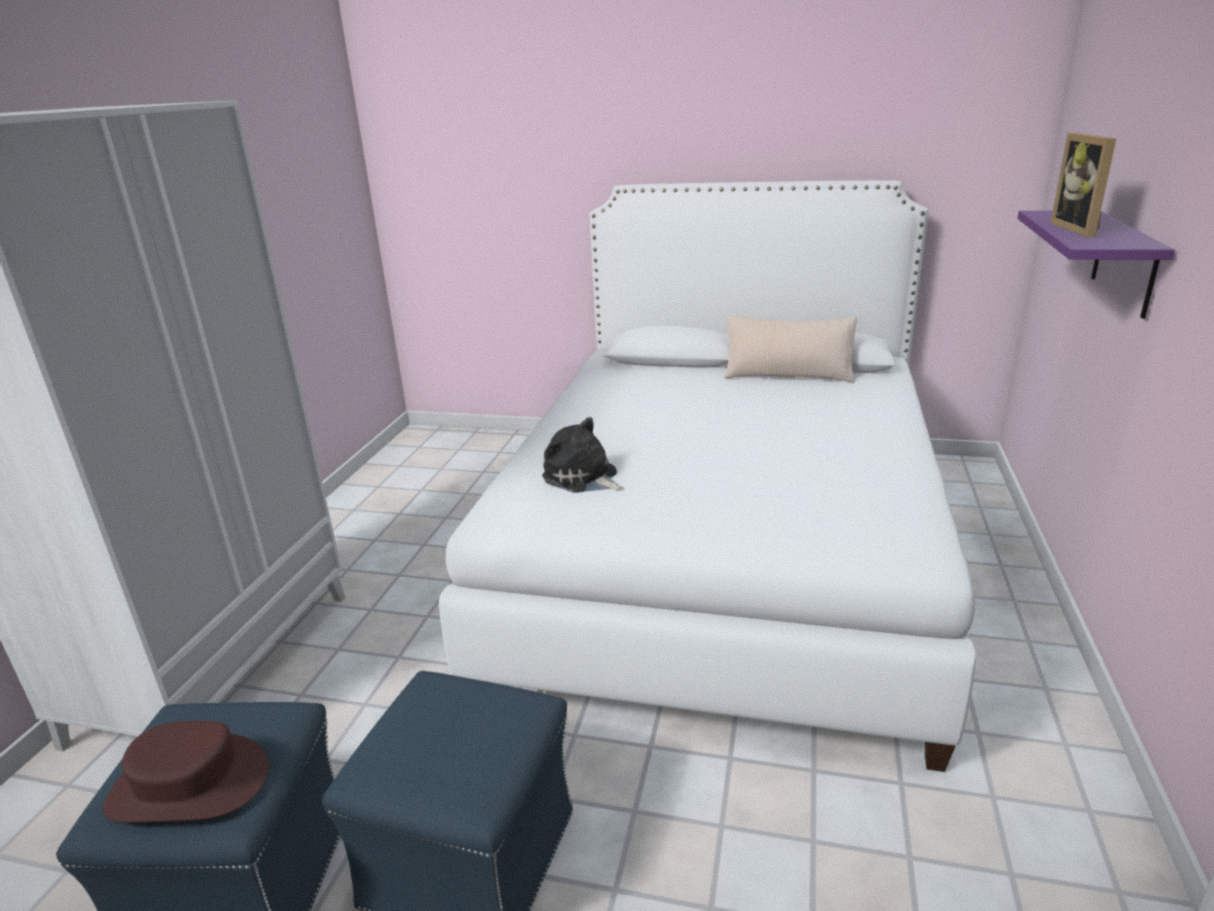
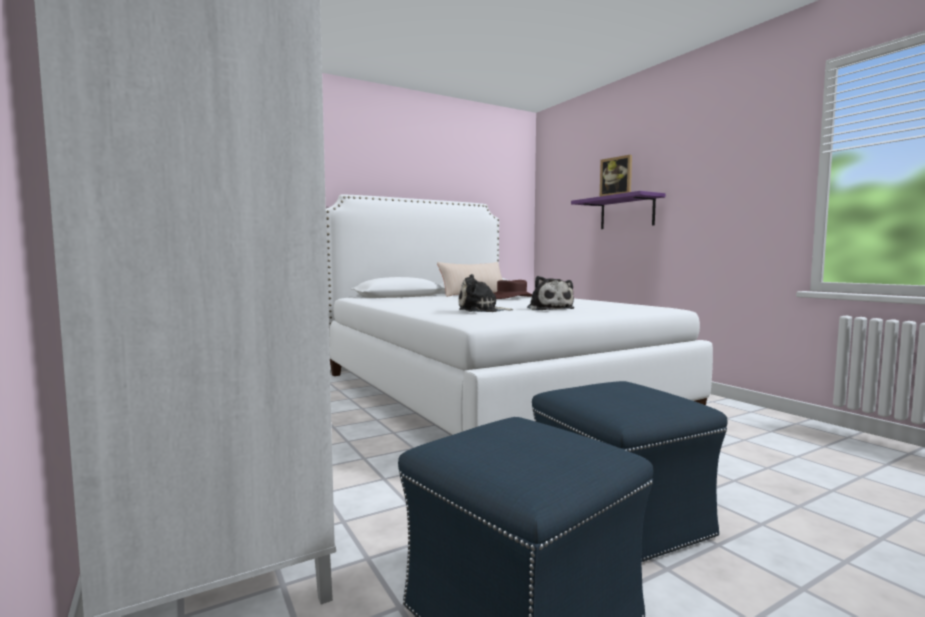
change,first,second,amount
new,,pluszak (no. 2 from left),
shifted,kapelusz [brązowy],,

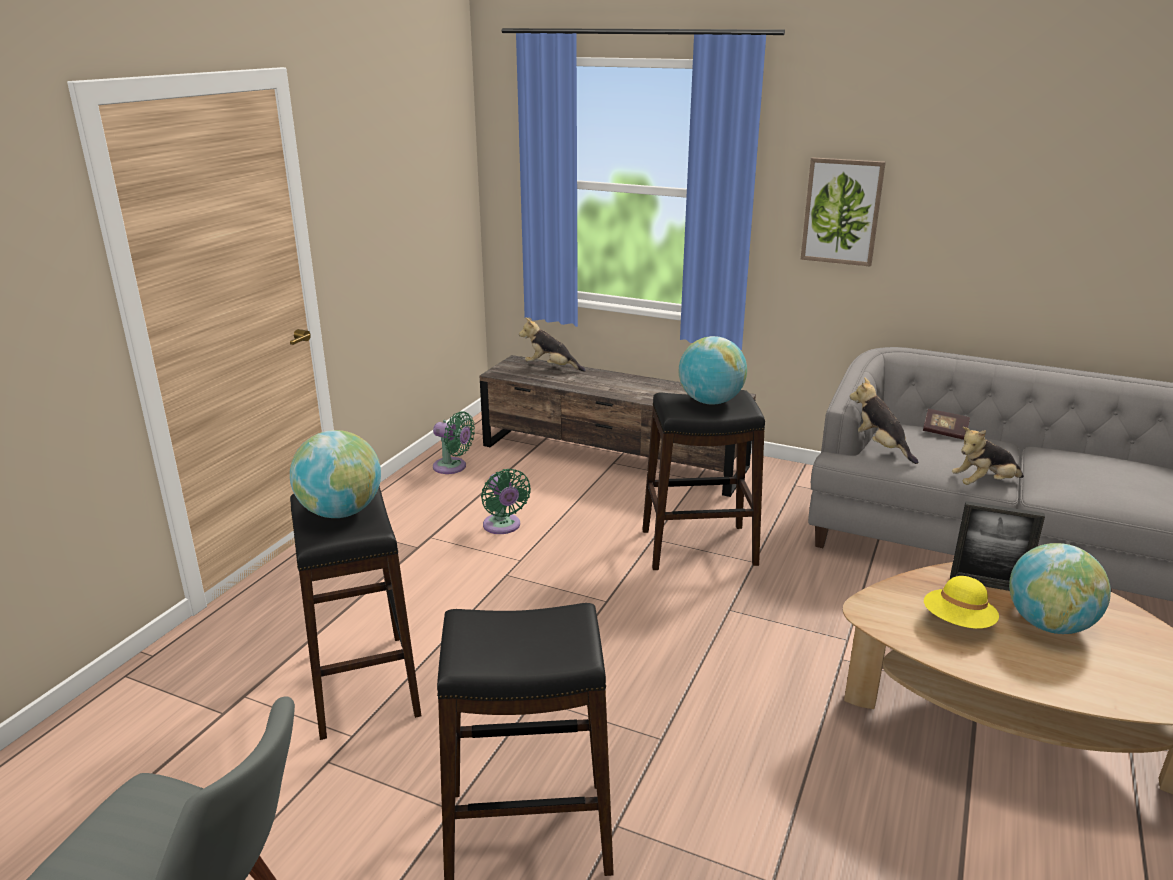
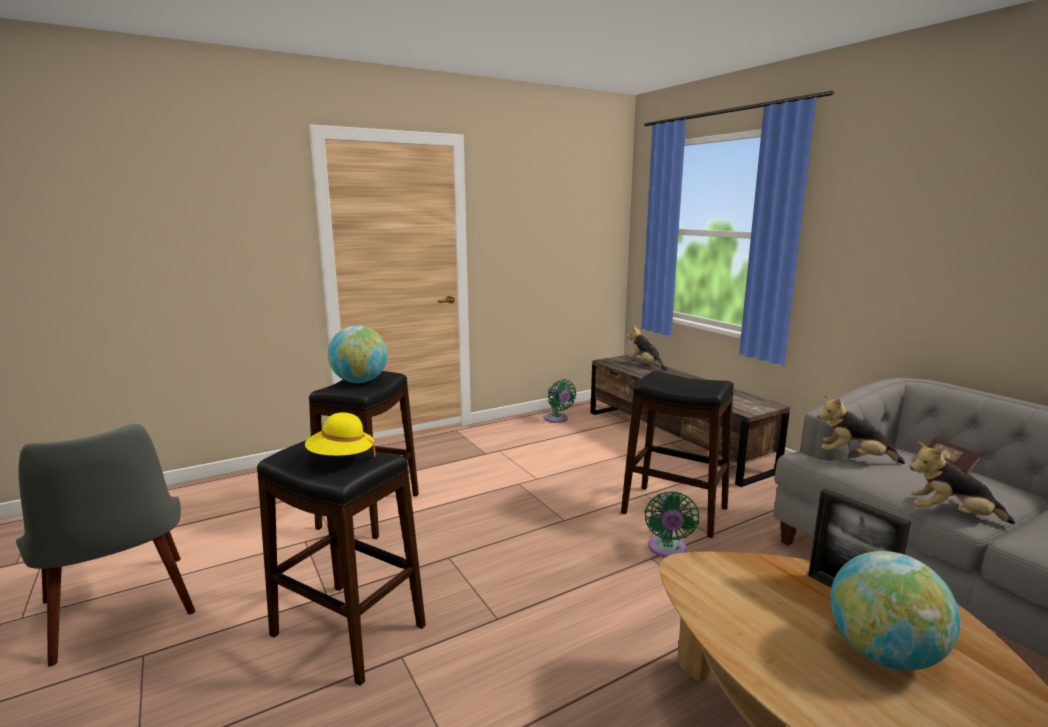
change,first,second,amount
gone,globus (no. 2 from left),,
gone,obraz,,
shifted,wentylator [zielony] (no. 2 from left),,
shifted,kapelusz [żółty],,
rotated,pluszak (no. 2 from left),,75 degrees counterclockwise

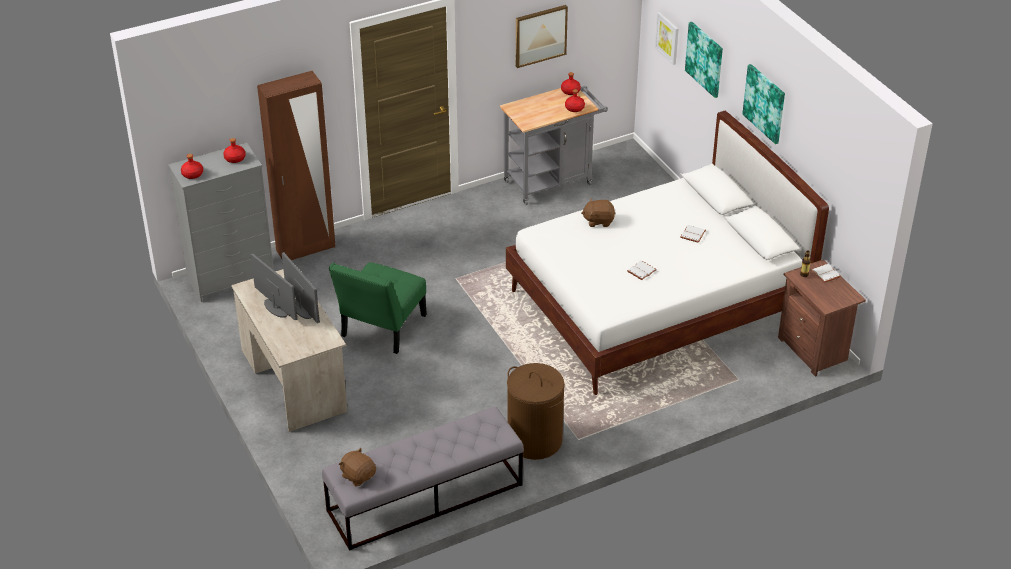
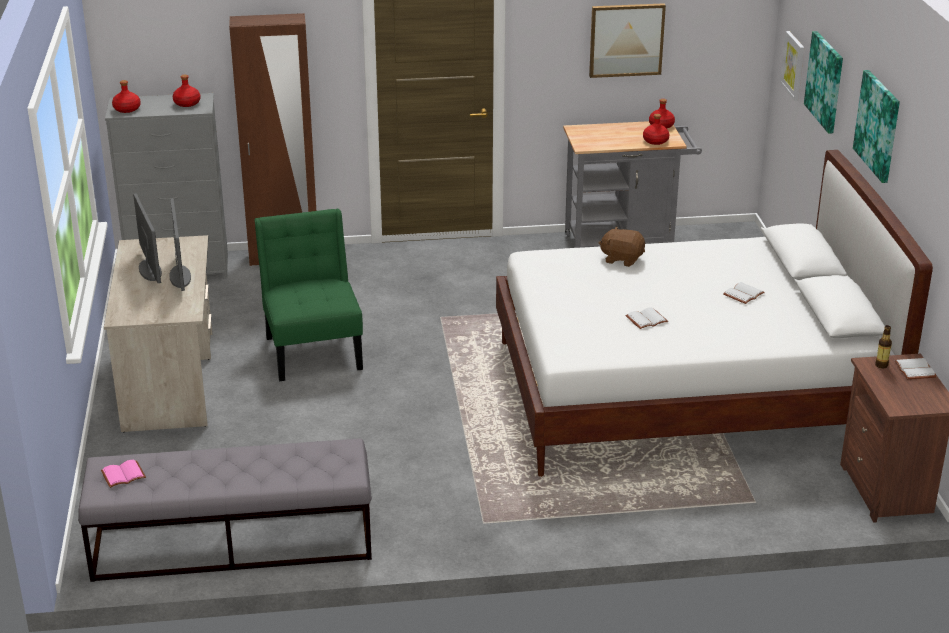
change,first,second,amount
gone,kosz na pranie [brązowy],,
swapped,pluszak [brązowy] (no. 1 from left),książka [różowy],
rotated,krzesło [zielony],,120 degrees clockwise

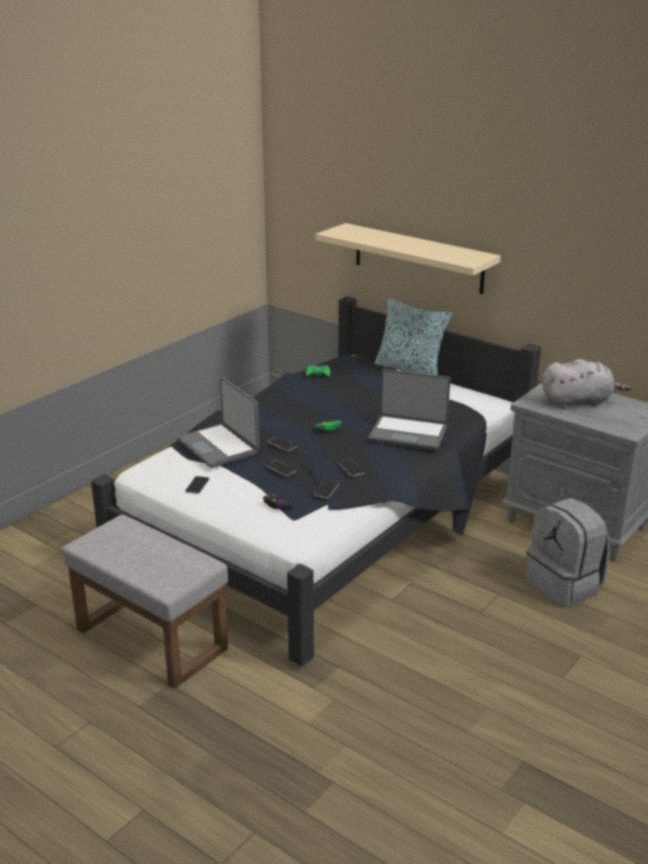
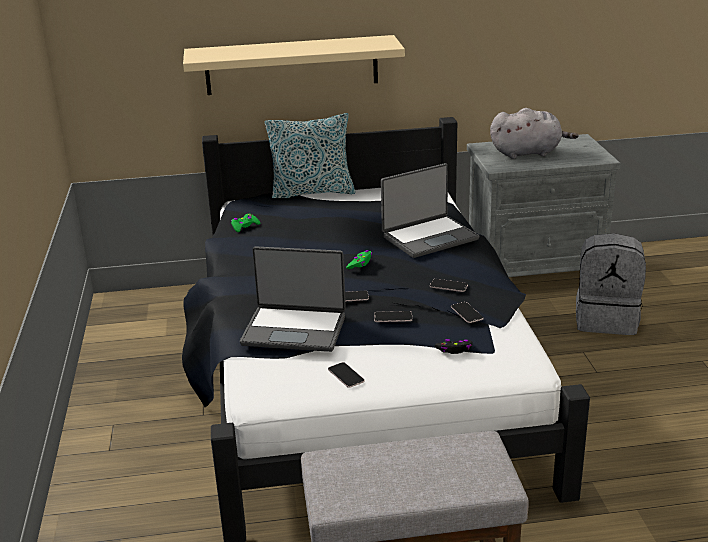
change,first,second,amount
rotated,pluszak [szary],,45 degrees clockwise

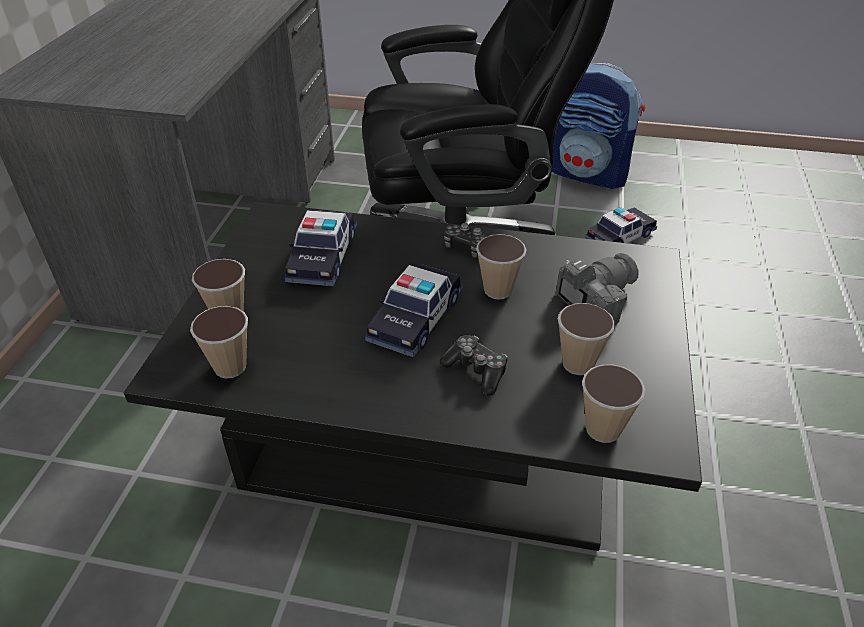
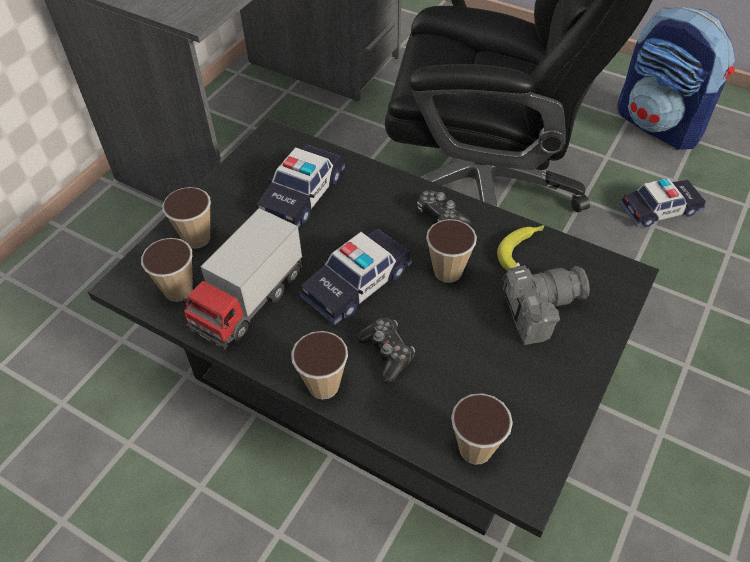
change,first,second,amount
new,,ciężarówka zabawkowa,
new,,banan,
shifted,filiżanka (no. 4 from left in the first image),filiżanka (no. 3 from left),

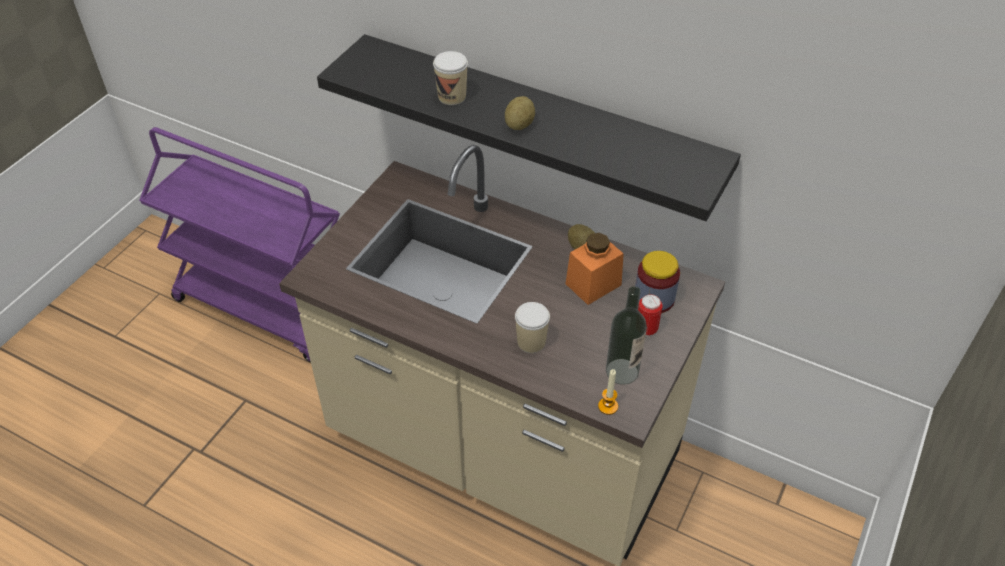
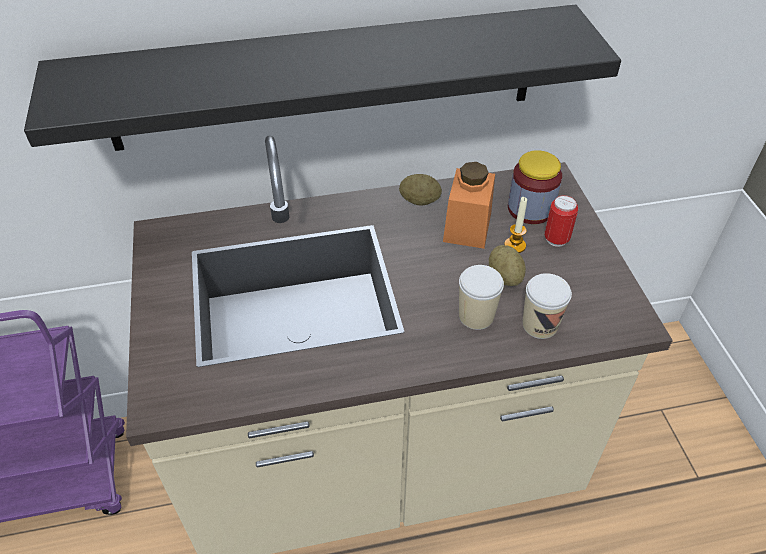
change,first,second,amount
gone,butelka,,
shifted,filiżanka (no. 1 from left in the first image),filiżanka (no. 2 from left),
shifted,ziemniak (no. 1 from left in the first image),ziemniak (no. 2 from left),
shifted,świeca,,

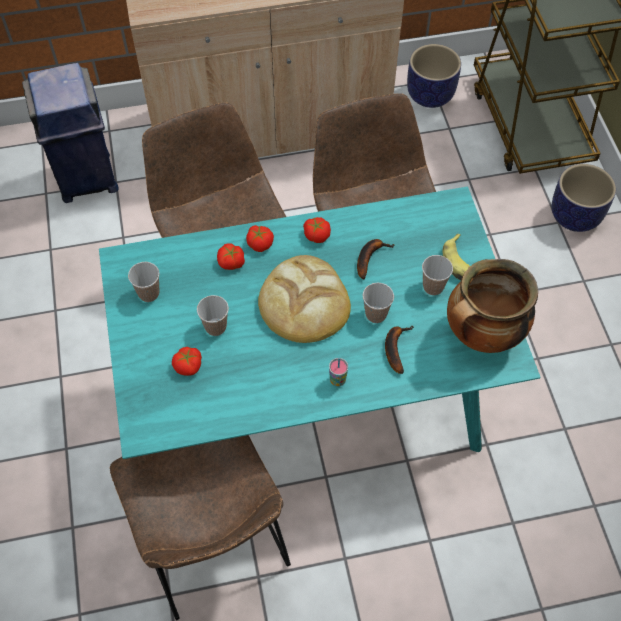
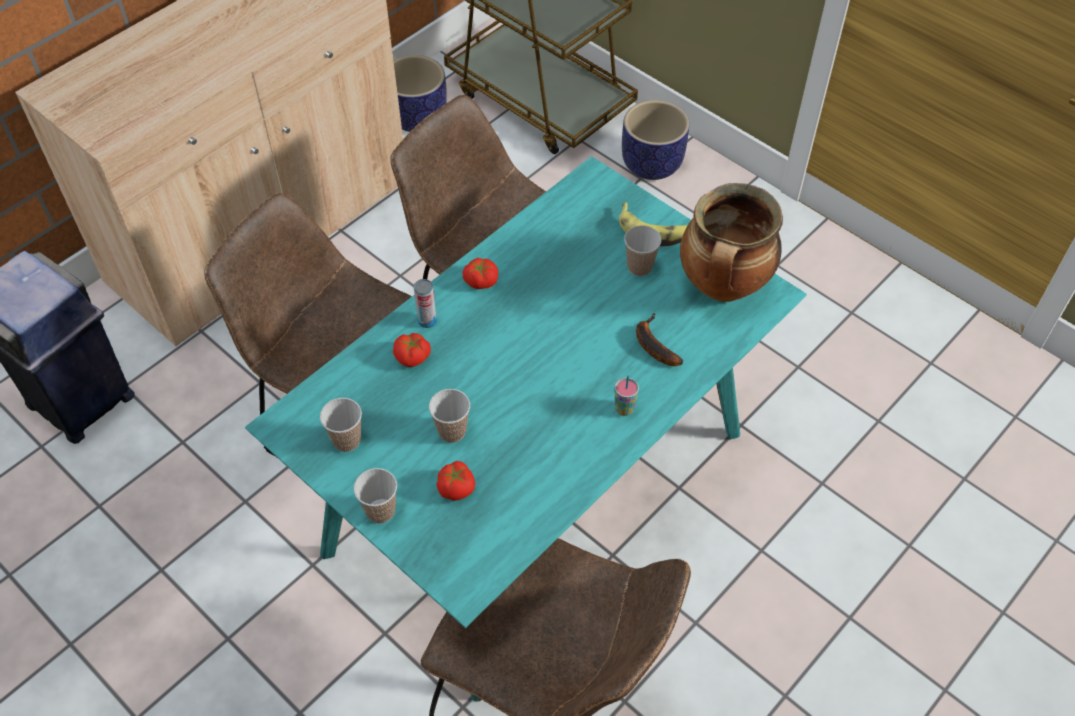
change,first,second,amount
gone,chleb,,
gone,banan (no. 1 from left),,
shifted,filiżanka (no. 4 from left in the first image),filiżanka (no. 2 from left),
swapped,pomidor (no. 3 from left),puszka,

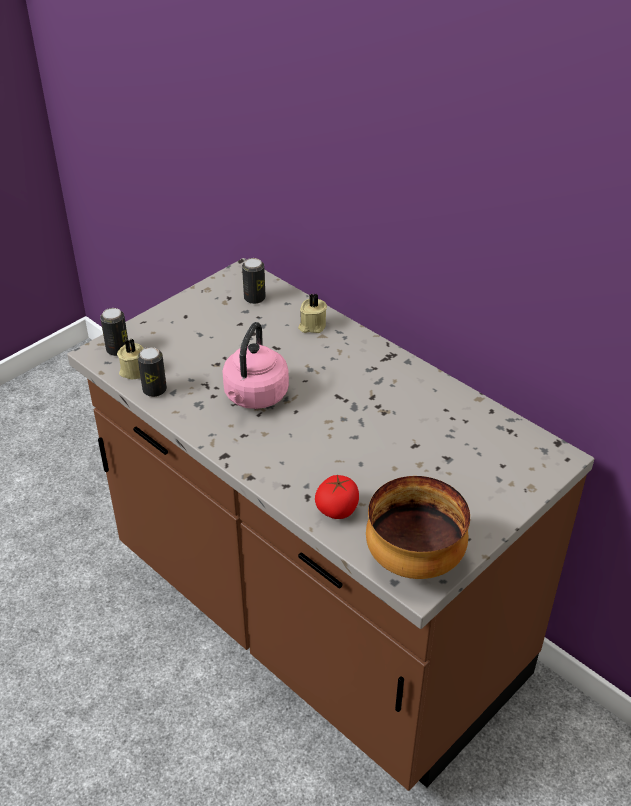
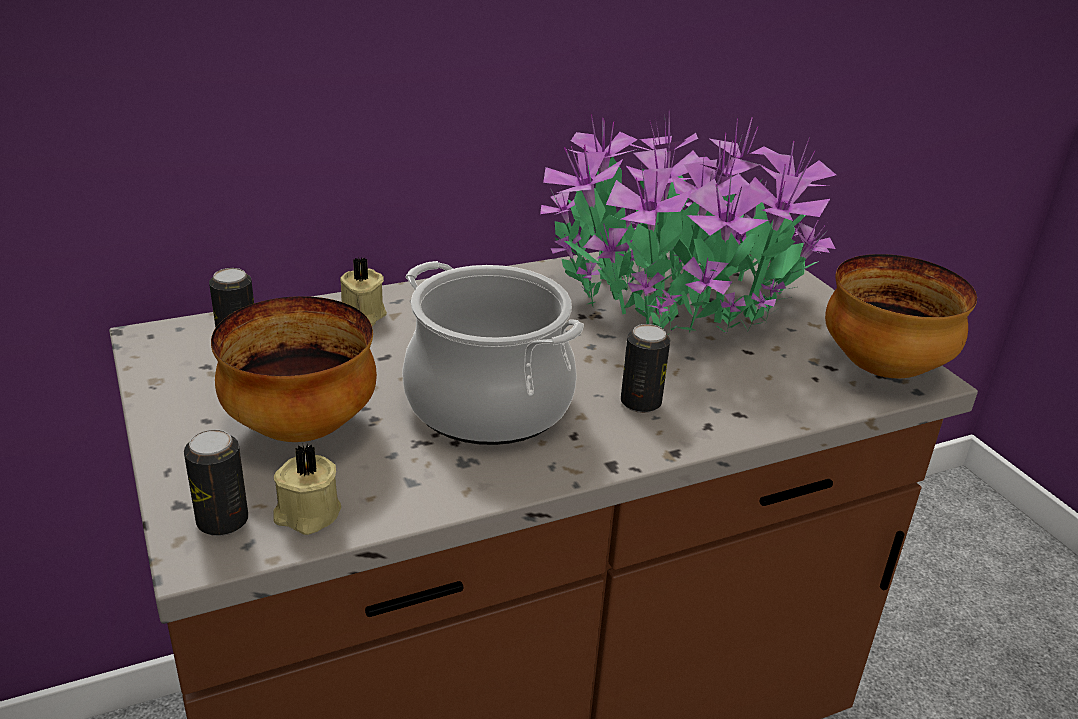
change,first,second,amount
gone,pomidor,,
new,,miska (no. 1 from left),
new,,roślina doniczkowa,
shifted,puszka (no. 2 from left in the first image),puszka (no. 3 from left),
swapped,czajnik [różowy],garnek,

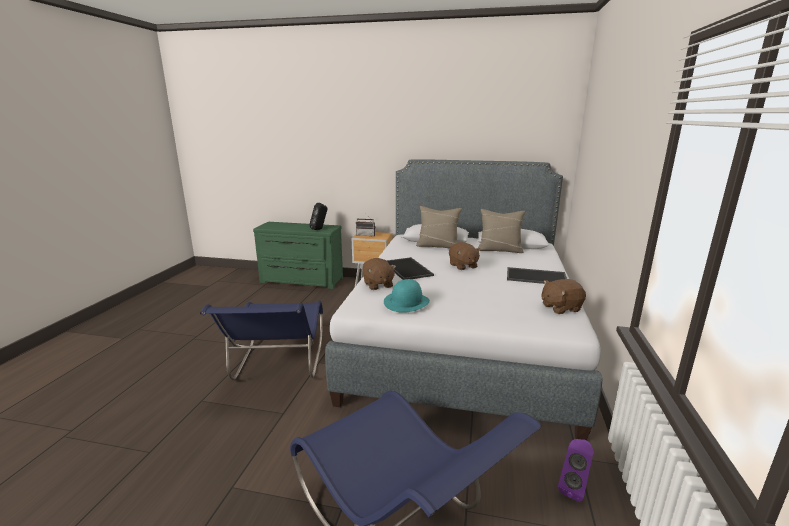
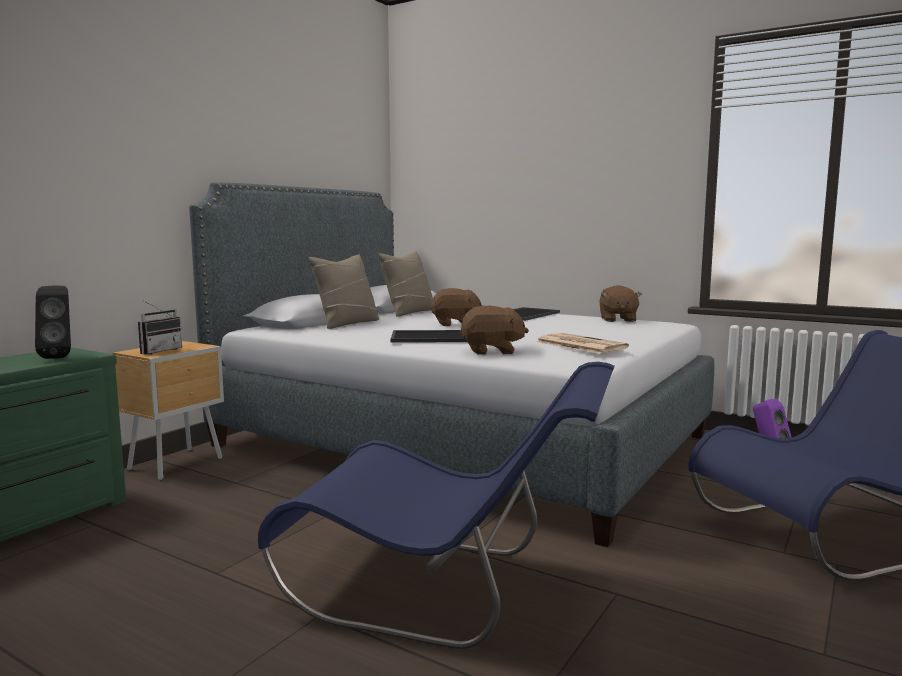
change,first,second,amount
swapped,kapelusz [turkusowy],gazeta,

